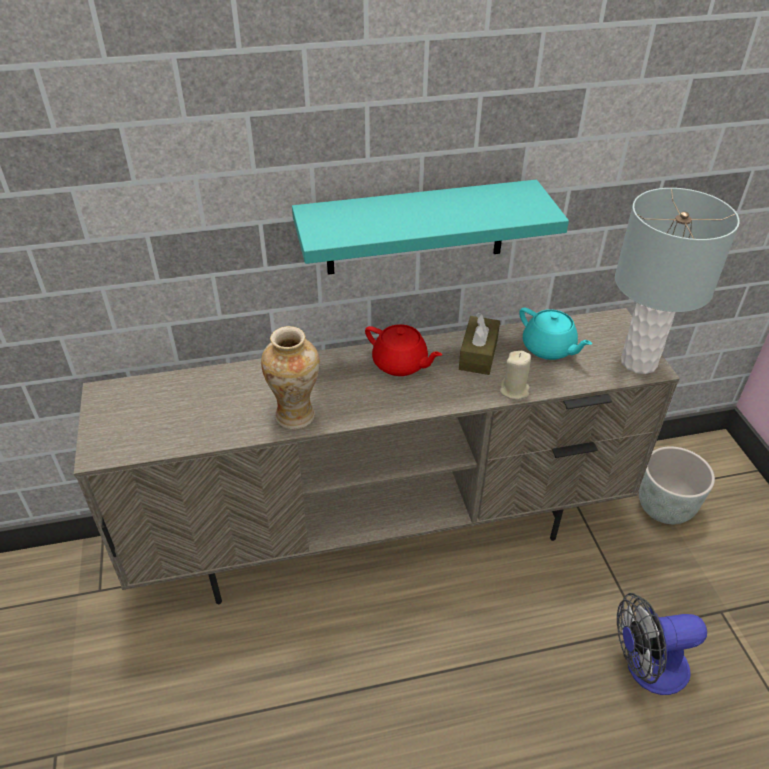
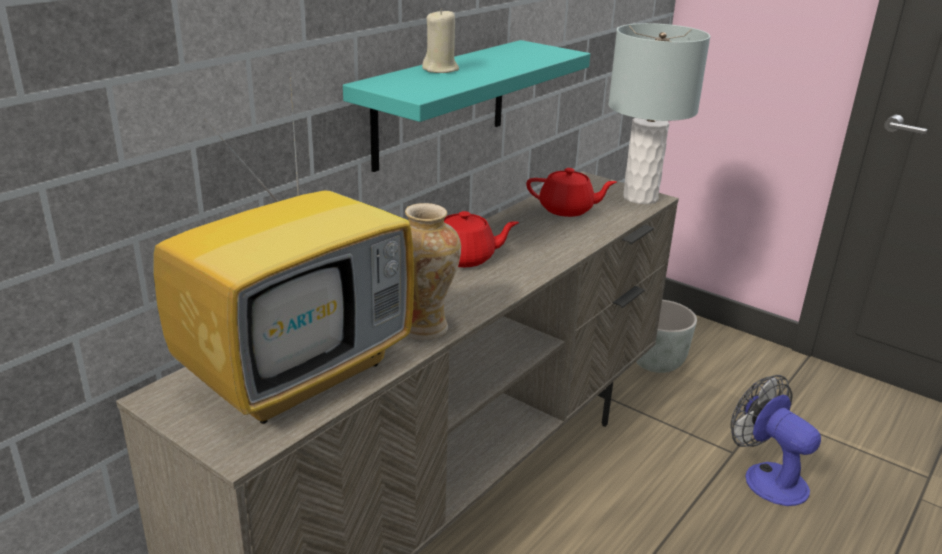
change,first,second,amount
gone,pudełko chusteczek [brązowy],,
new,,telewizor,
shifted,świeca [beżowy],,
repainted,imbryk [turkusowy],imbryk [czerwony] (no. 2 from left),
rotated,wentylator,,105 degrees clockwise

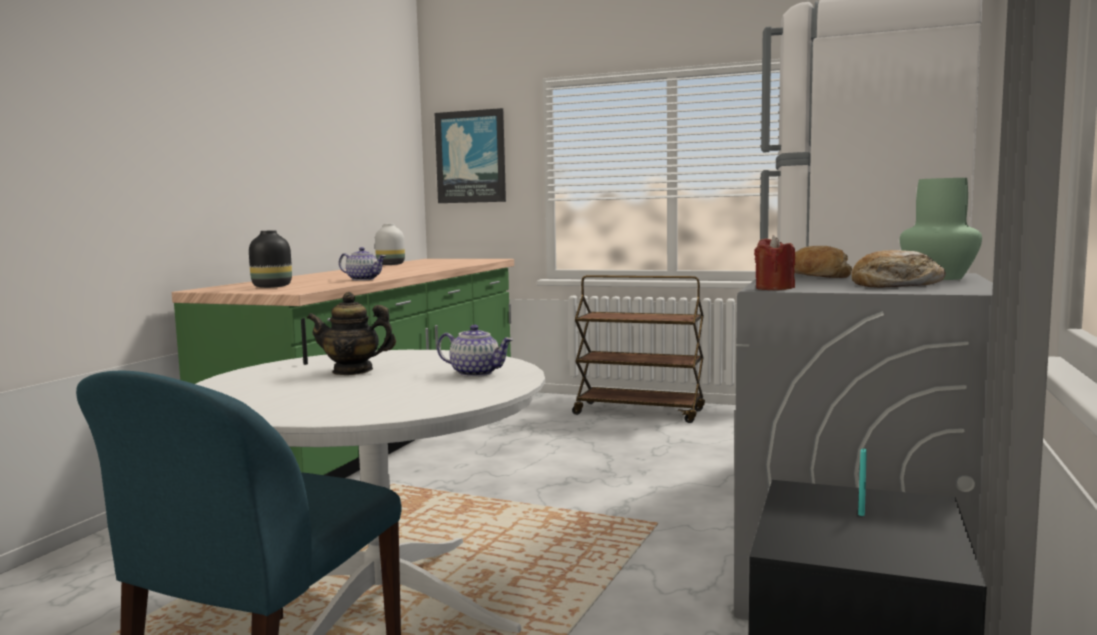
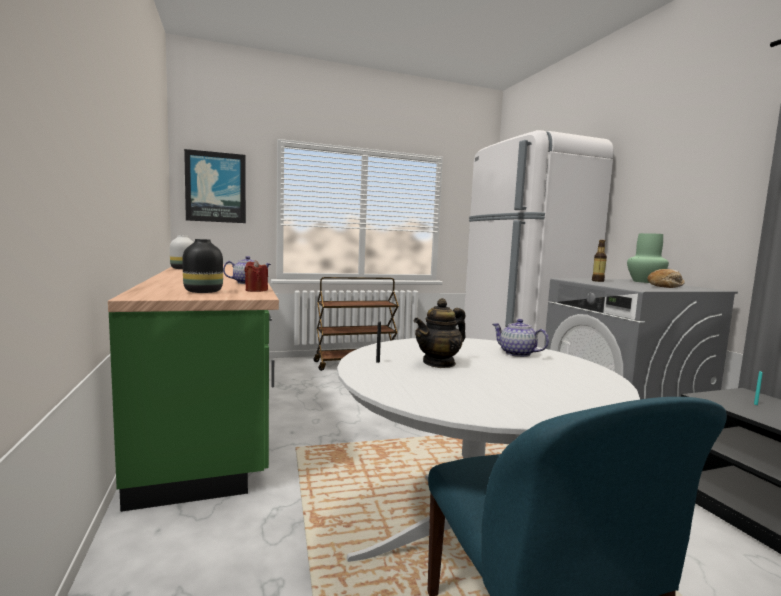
change,first,second,amount
shifted,świeca [czerwony],,
swapped,chleb (no. 1 from left),butelka,
rotated,imbryk (no. 3 from left),,120 degrees counterclockwise

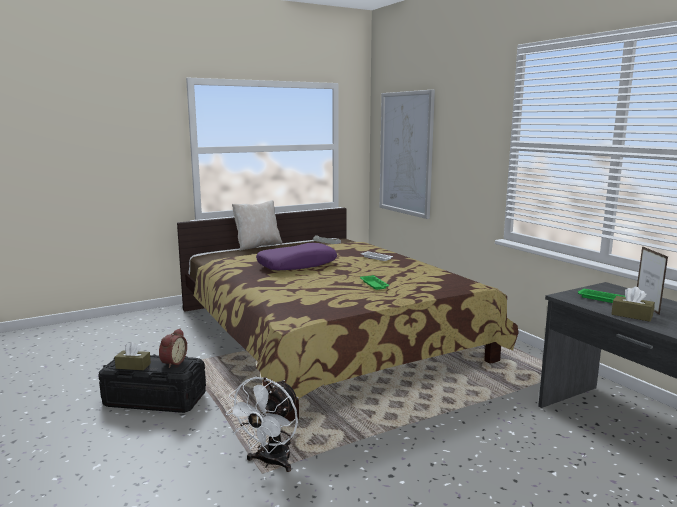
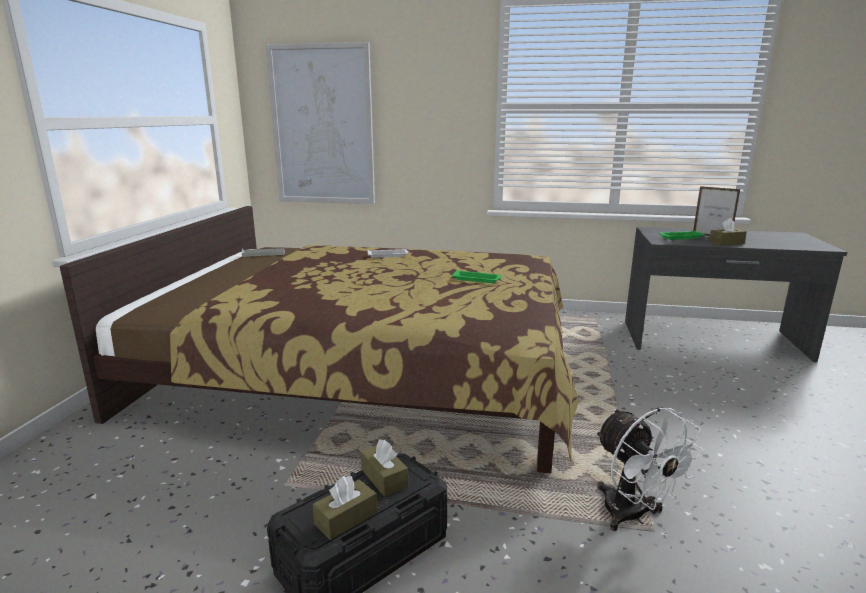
change,first,second,amount
gone,poduszka [beżowy],,
gone,poduszka [fioletowy],,
swapped,budzik,pudełko chusteczek [brązowy] (no. 2 from left),

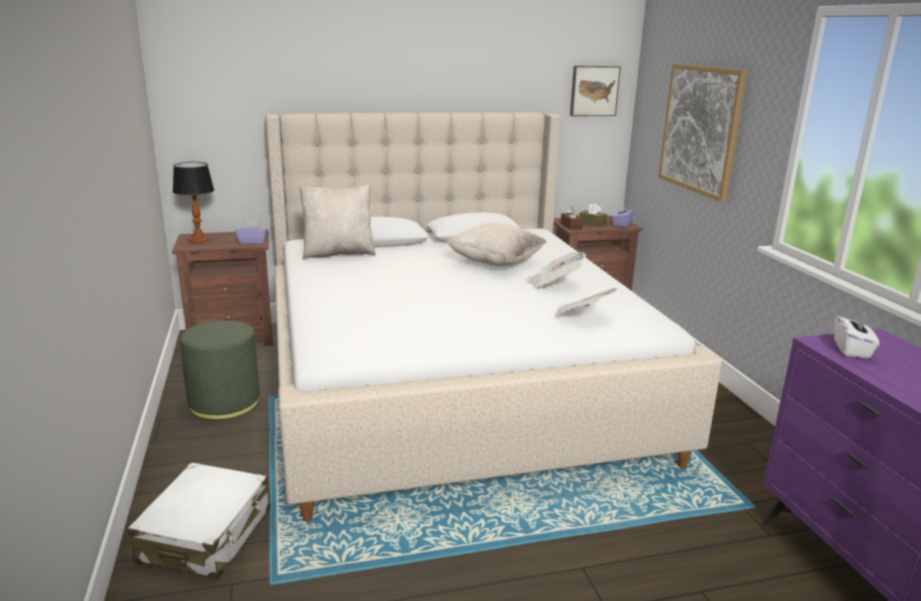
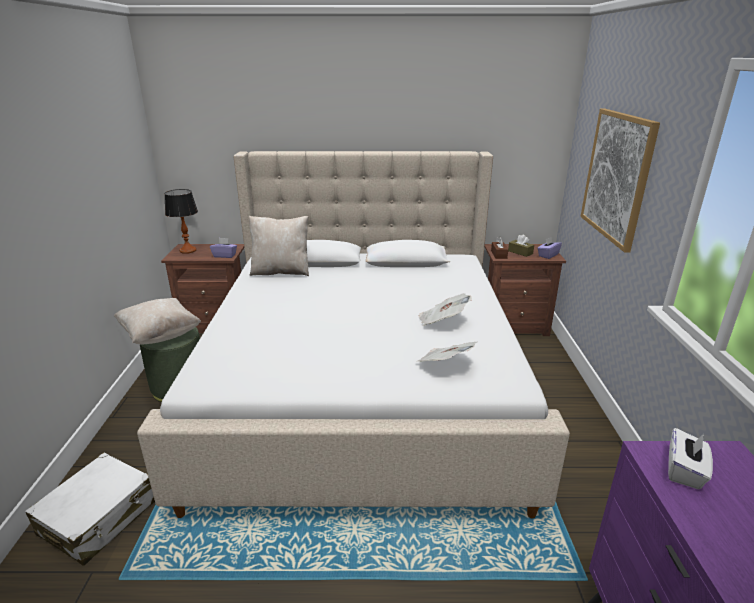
change,first,second,amount
gone,obraz (no. 1 from left),,
shifted,poduszka [beżowy] (no. 2 from left in the first image),poduszka [beżowy] (no. 1 from left),

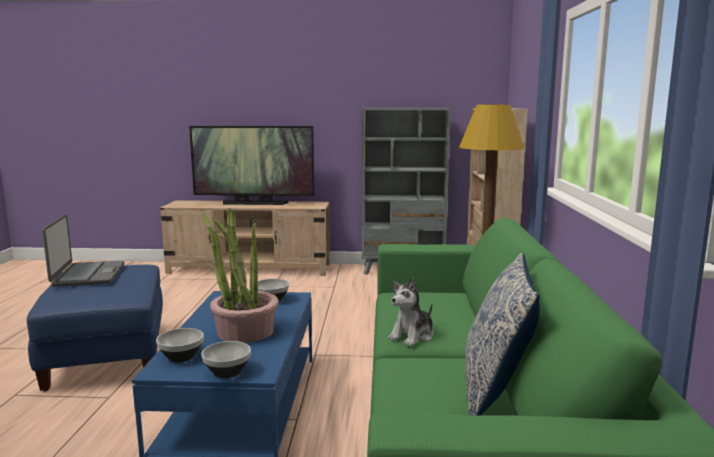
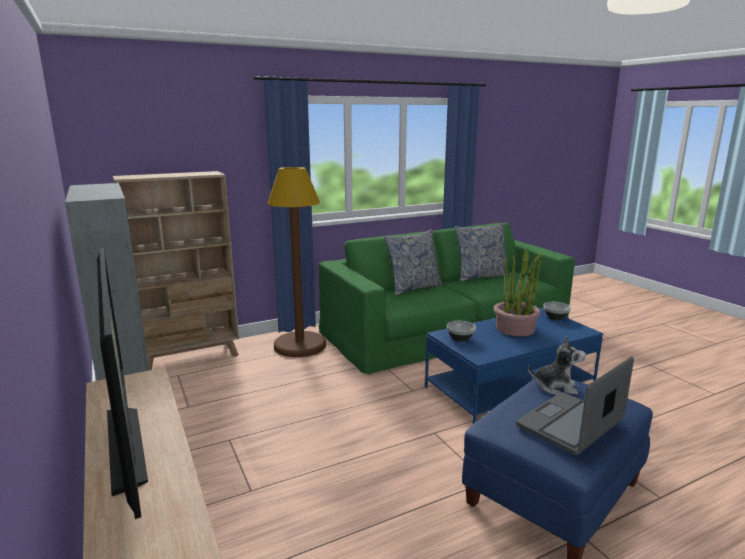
change,first,second,amount
gone,miska (no. 1 from left),,
new,,poduszka (no. 1 from left),
shifted,pluszak,,

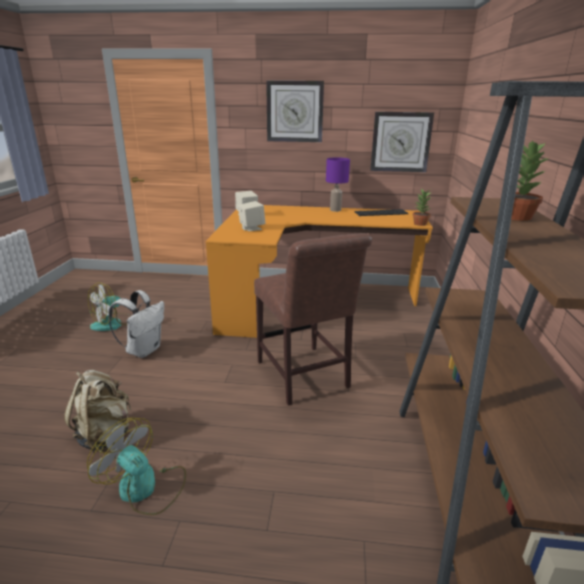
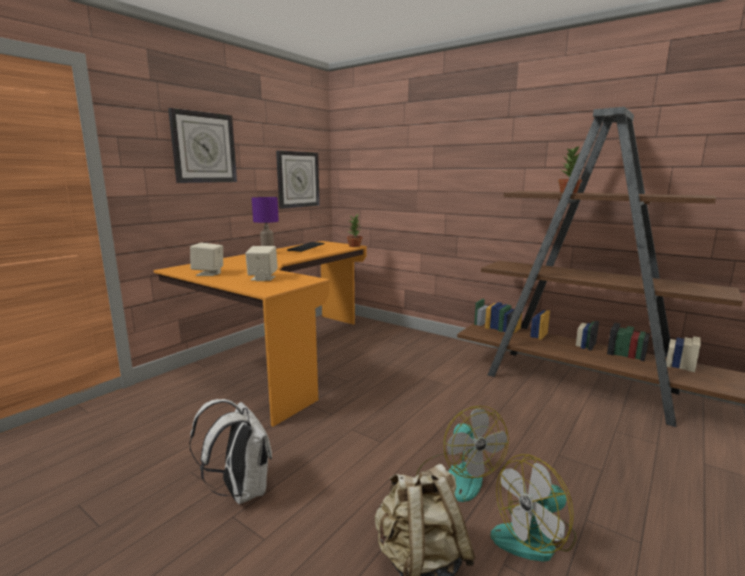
change,first,second,amount
gone,krzesło [brązowy],,
shifted,wentylator (no. 1 from left),,

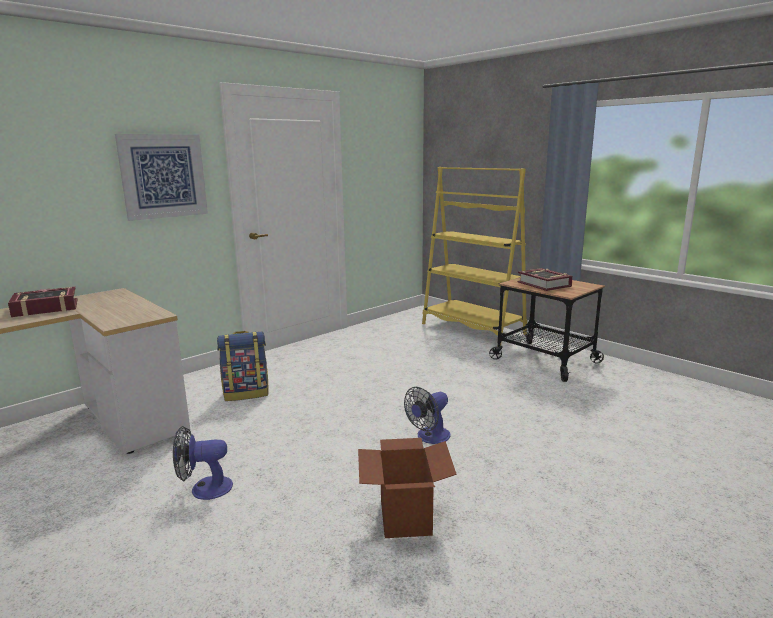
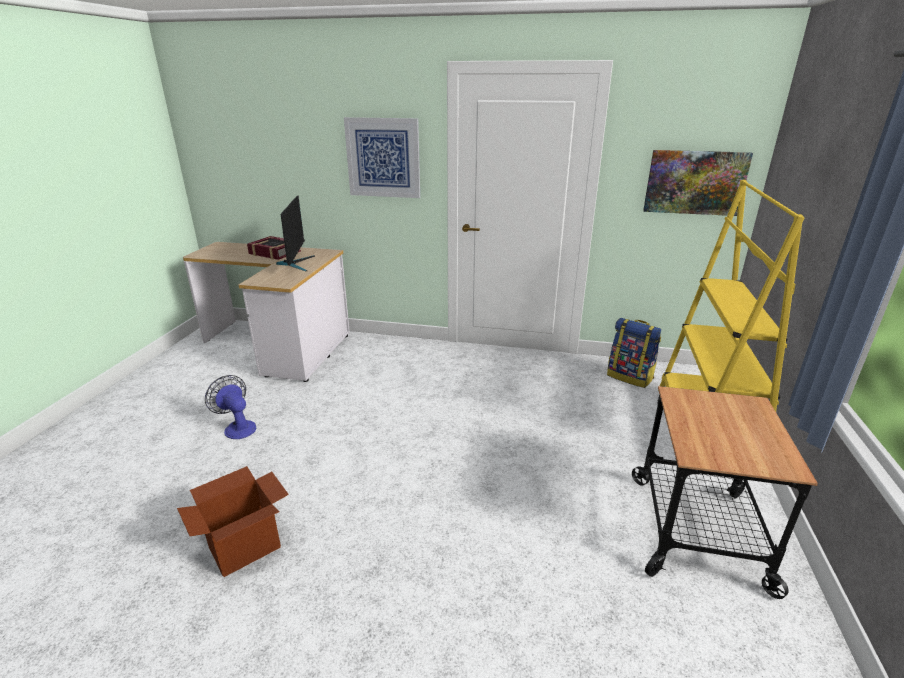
change,first,second,amount
gone,wentylator (no. 2 from left),,
gone,książka (no. 2 from left),,
new,,monitor,
new,,obraz (no. 2 from left),
shifted,plecak,,

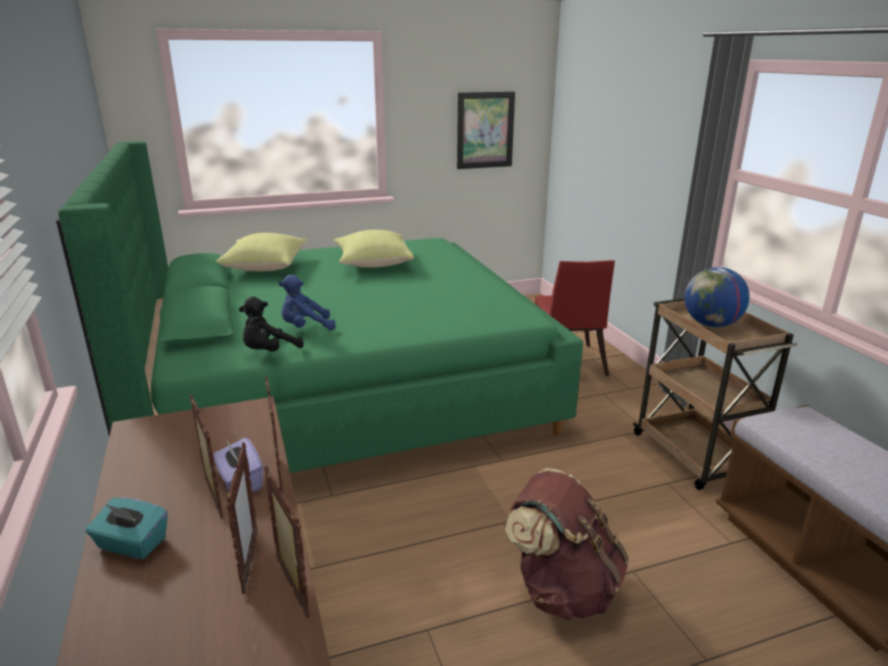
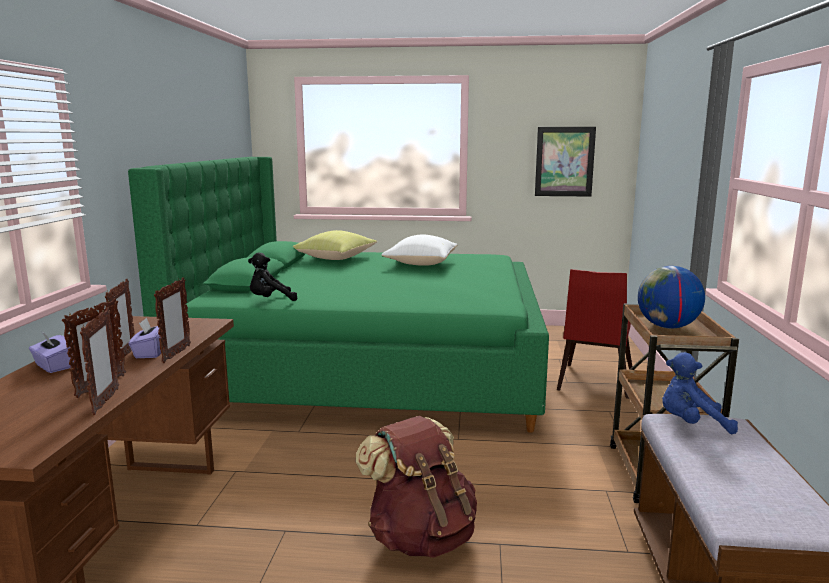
change,first,second,amount
shifted,pluszak [niebieski],,
repainted,pudełko chusteczek [turkusowy],pudełko chusteczek [fioletowy] (no. 1 from left),
repainted,poduszka [żółty] (no. 2 from left),poduszka [biały],

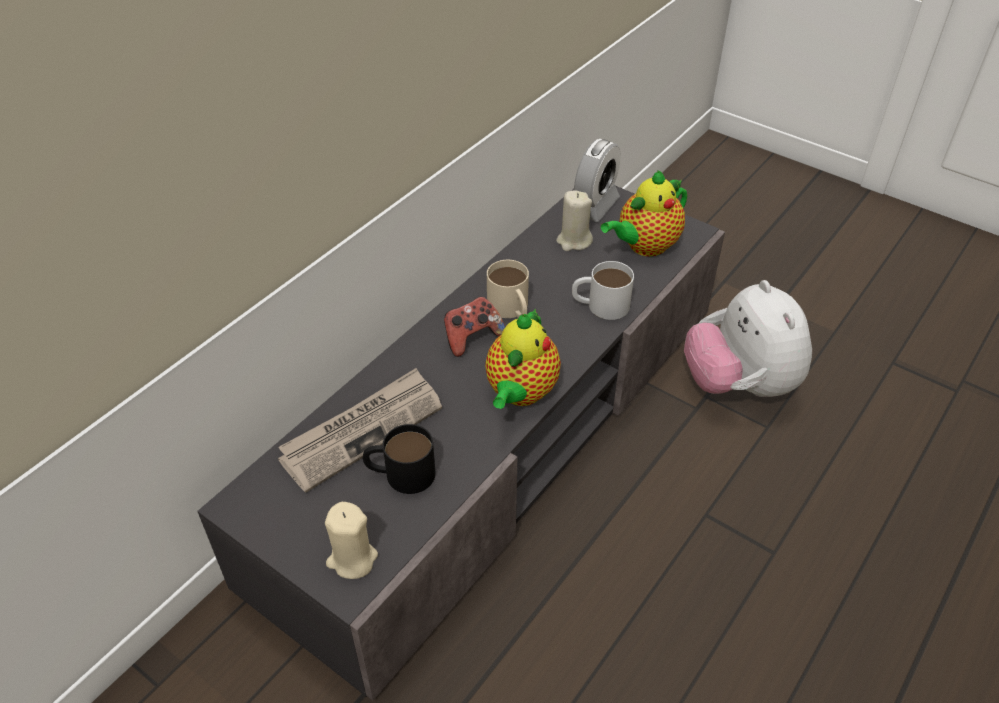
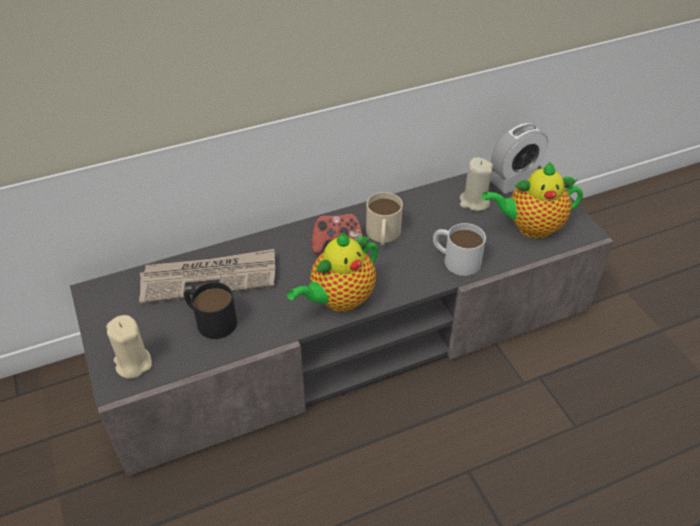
change,first,second,amount
gone,pluszak,,

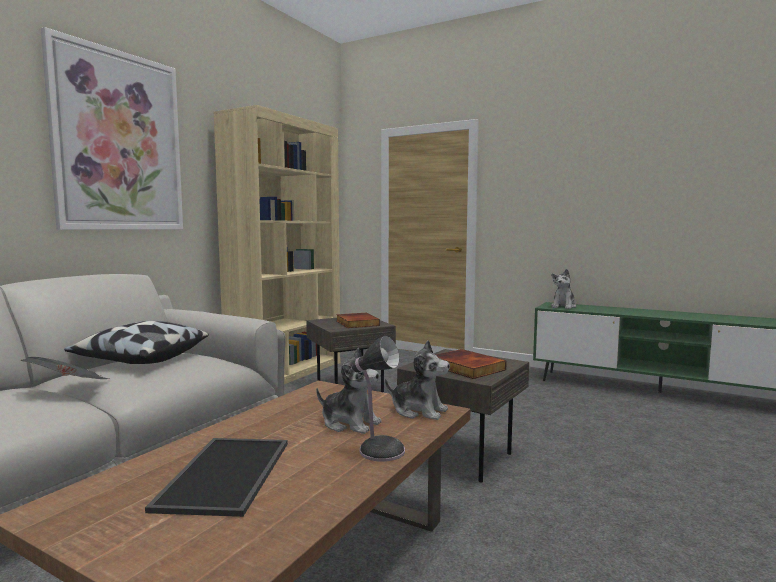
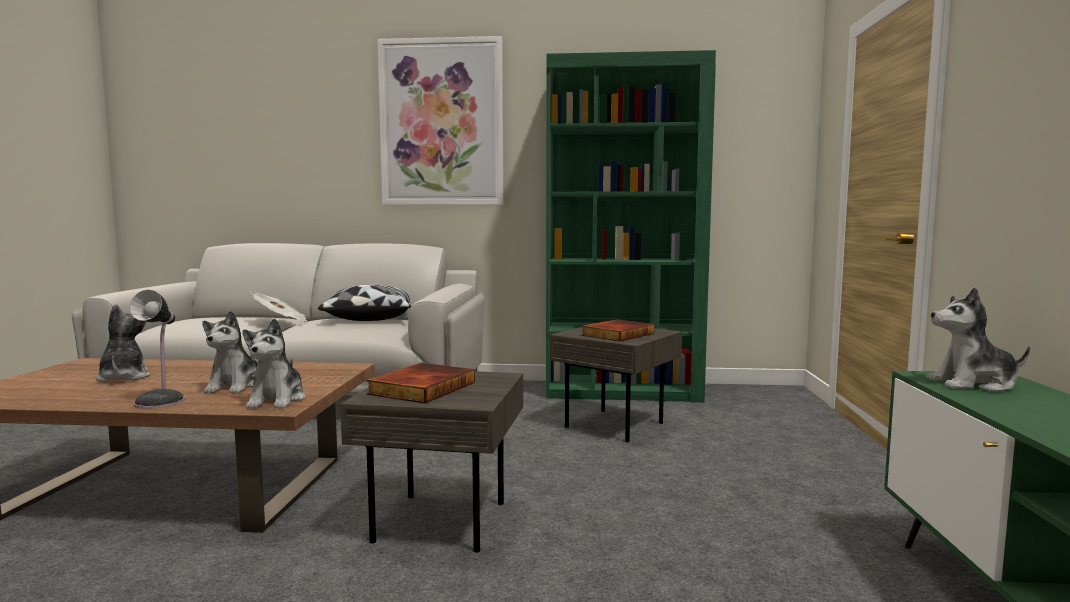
change,first,second,amount
swapped,taca,pluszak (no. 1 from left),
repainted,regał [beżowy],regał [zielony],

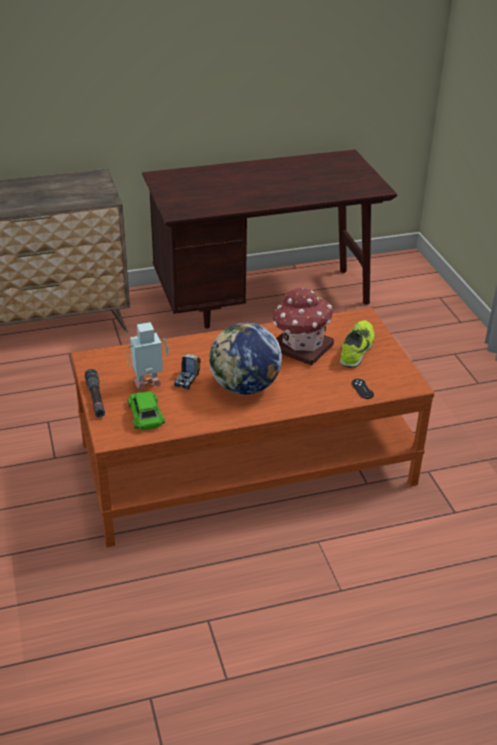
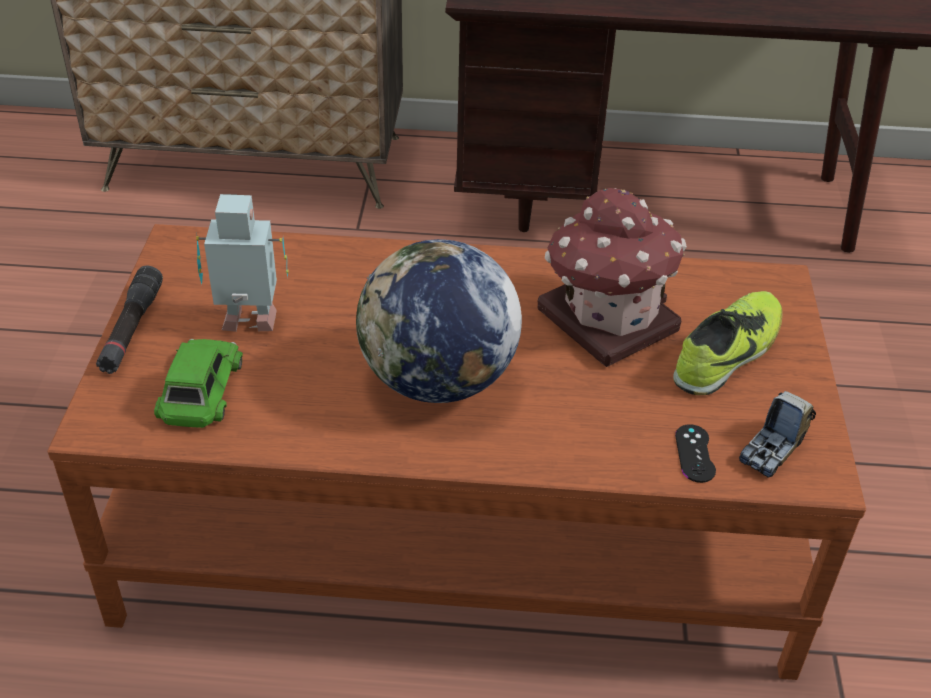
change,first,second,amount
shifted,ciężarówka zabawkowa,,

